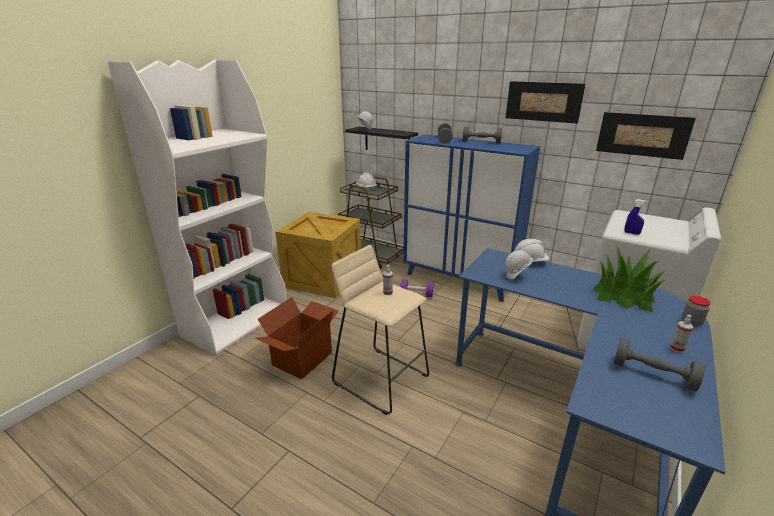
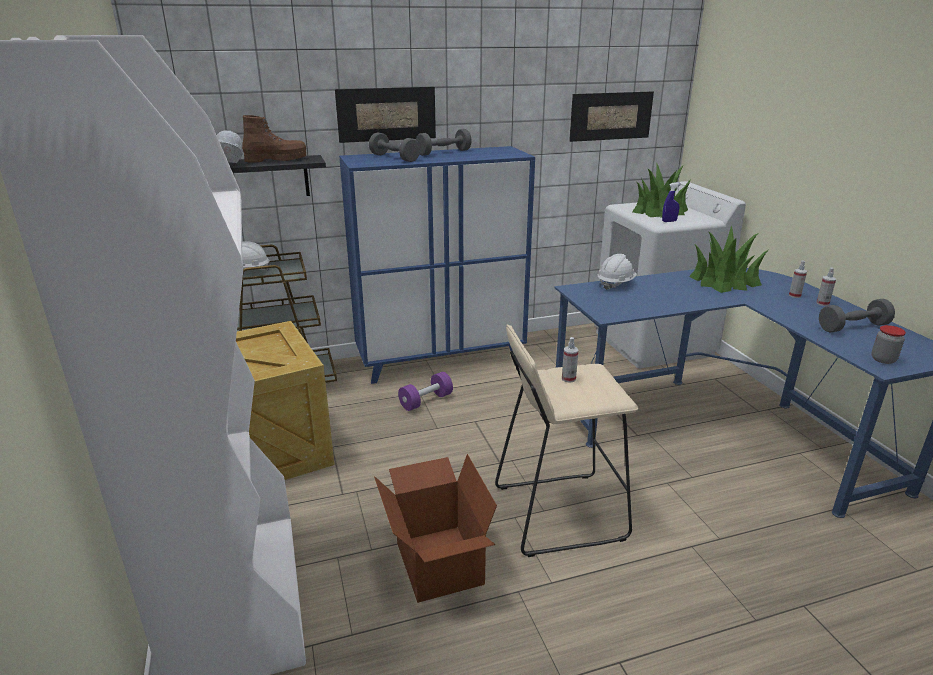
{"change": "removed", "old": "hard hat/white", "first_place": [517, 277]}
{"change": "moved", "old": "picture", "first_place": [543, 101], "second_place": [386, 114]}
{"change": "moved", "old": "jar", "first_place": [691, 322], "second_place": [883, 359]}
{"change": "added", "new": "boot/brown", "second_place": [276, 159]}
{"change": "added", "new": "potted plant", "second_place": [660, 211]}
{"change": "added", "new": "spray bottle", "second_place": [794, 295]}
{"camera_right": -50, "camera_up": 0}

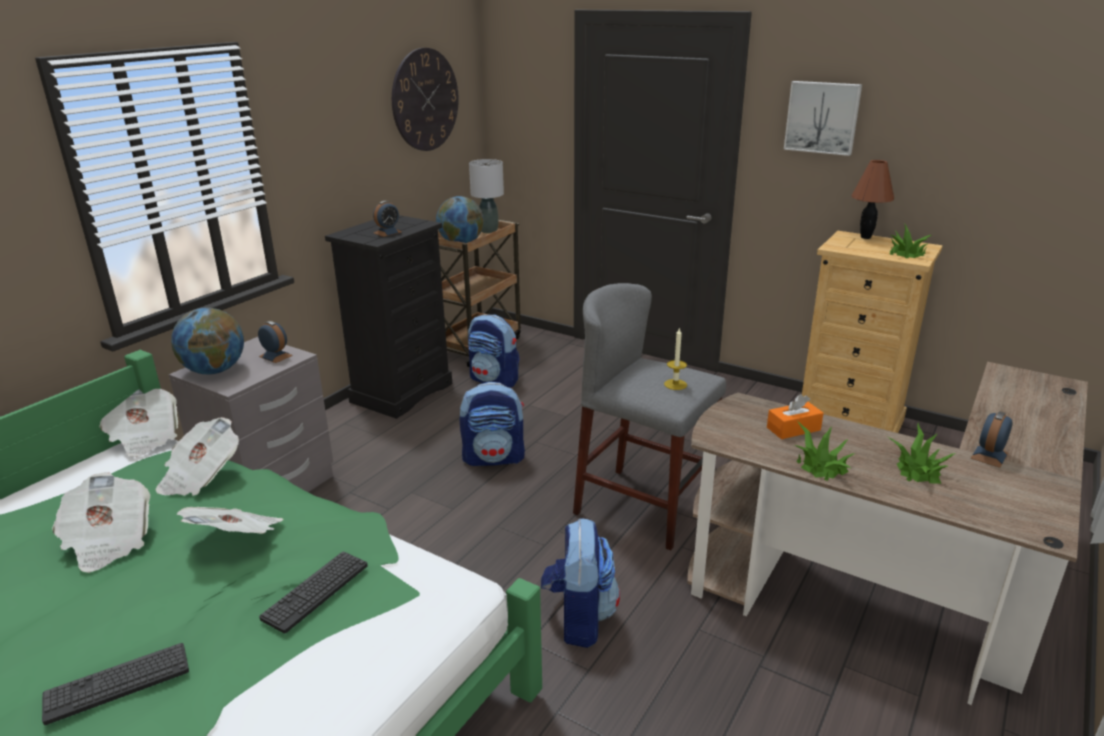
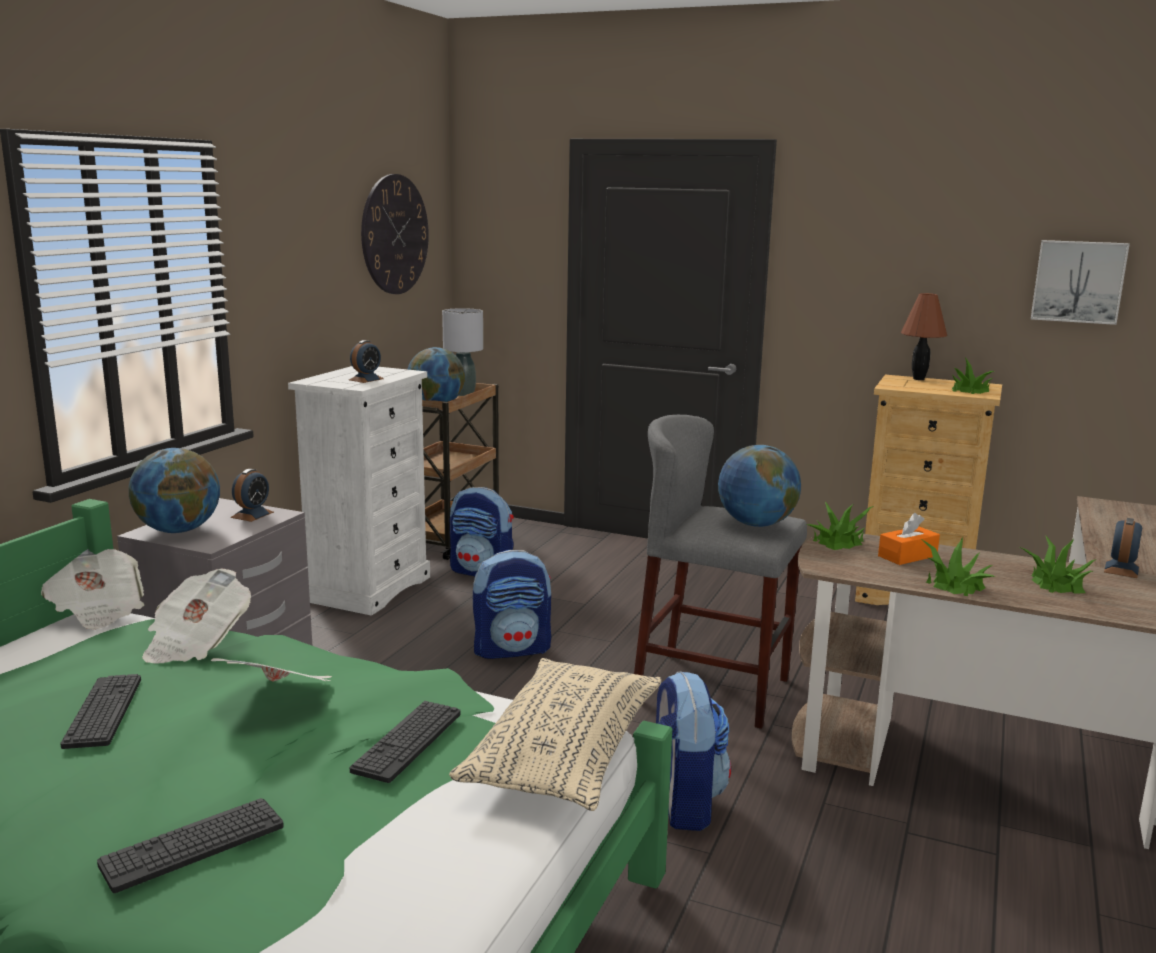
{"change": "replaced", "old": "newspaper", "new": "keyboard", "first_place": [108, 541], "second_place": [103, 711]}
{"change": "turned", "old": "alarm clock", "first_place": [276, 356], "second_place": [252, 515], "degrees": 90}
{"change": "recoloured", "old": "dresser/black", "new": "dresser/white", "first_place": [402, 392], "second_place": [368, 588]}
{"change": "replaced", "old": "candle", "new": "globe", "first_place": [675, 384], "second_place": [756, 524]}
{"change": "moved", "old": "picture", "first_place": [822, 117], "second_place": [1078, 281]}
{"change": "added", "new": "pillow/beige", "second_place": [564, 754]}
{"change": "added", "new": "potted plant", "second_place": [839, 541]}
{"camera_right": -10, "camera_up": -10}

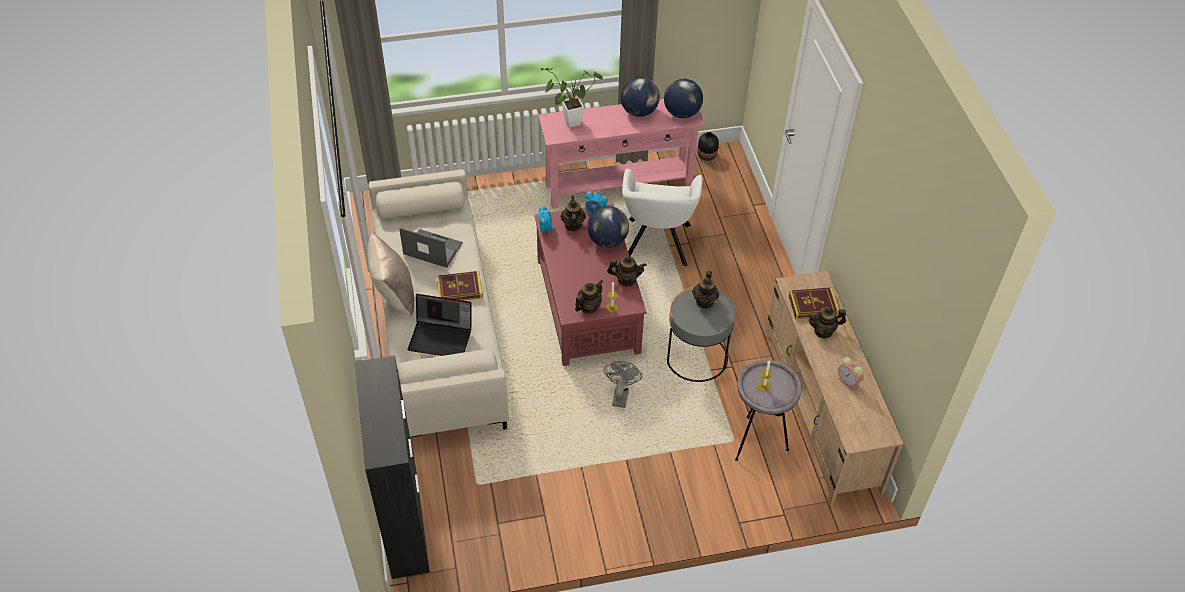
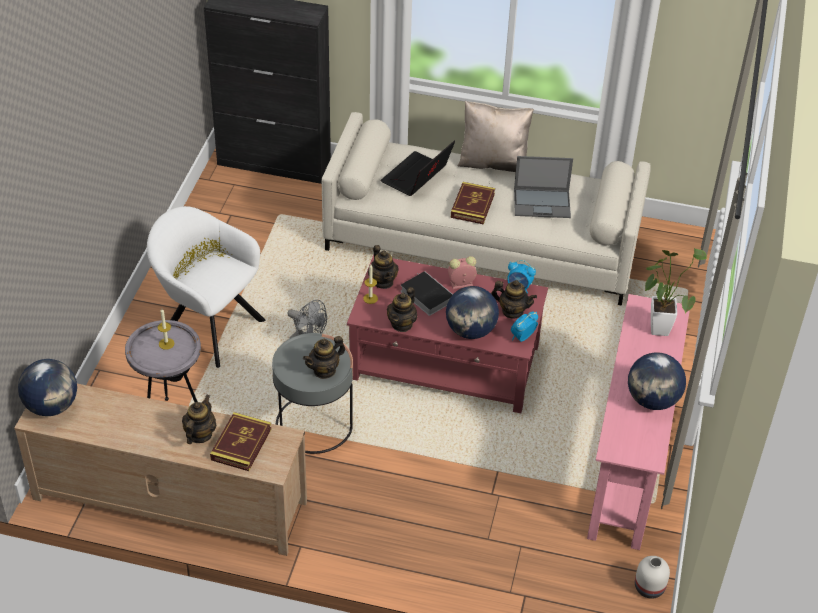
{"change": "turned", "old": "laptop", "first_place": [432, 248], "second_place": [542, 203], "degrees": 45}
{"change": "moved", "old": "armchair/white", "first_place": [656, 245], "second_place": [208, 327]}
{"change": "moved", "old": "globe", "first_place": [681, 113], "second_place": [52, 406]}
{"change": "turned", "old": "teapot", "first_place": [705, 301], "second_place": [324, 370], "degrees": -75}
{"change": "recoloured", "old": "vase/black", "new": "vase/white", "first_place": [707, 155], "second_place": [648, 588]}
{"change": "moved", "old": "alarm clock", "first_place": [849, 382], "second_place": [460, 284]}
{"change": "added", "new": "book", "second_place": [425, 295]}
{"camera_right": 115, "camera_up": -5}

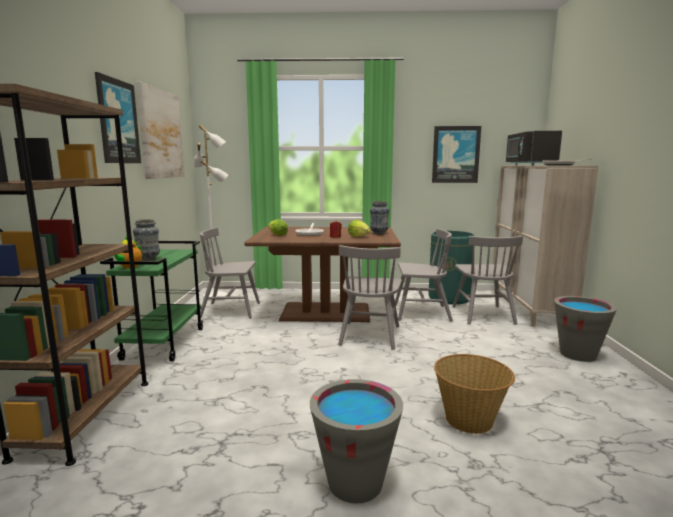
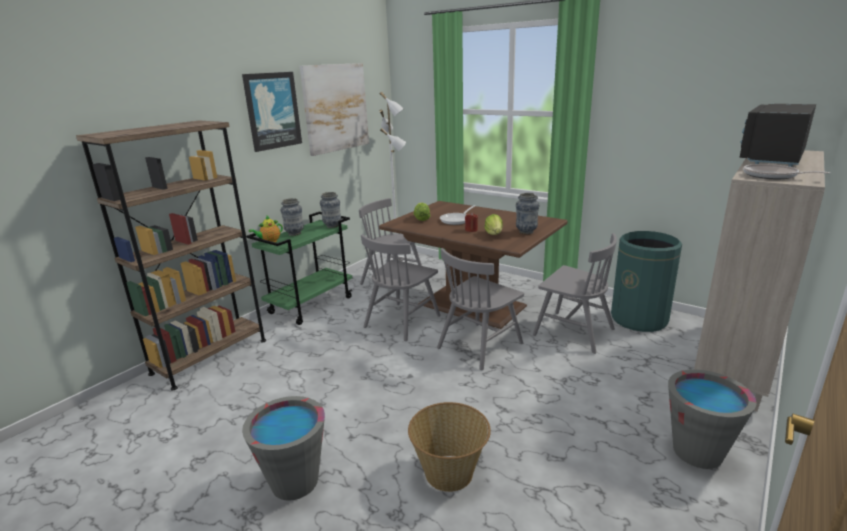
{"change": "removed", "old": "picture", "first_place": [455, 154]}
{"change": "moved", "old": "chair/grey", "first_place": [483, 315], "second_place": [402, 321]}
{"change": "added", "new": "vase", "second_place": [332, 226]}
{"camera_right": 35, "camera_up": 10}

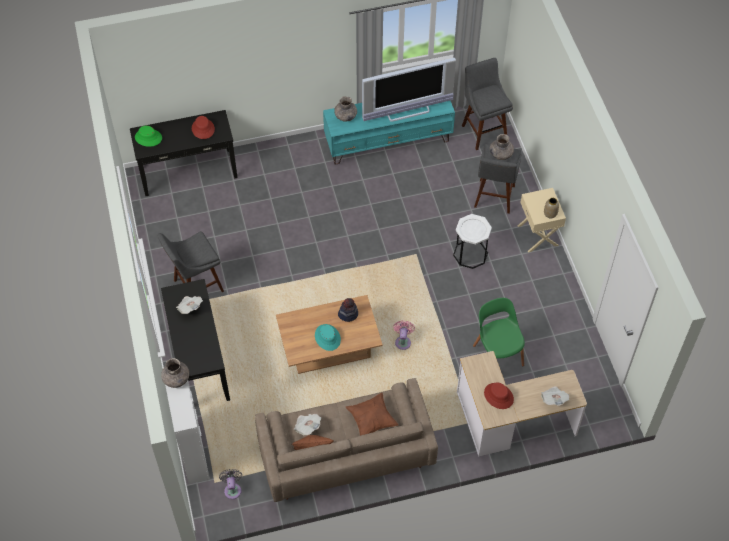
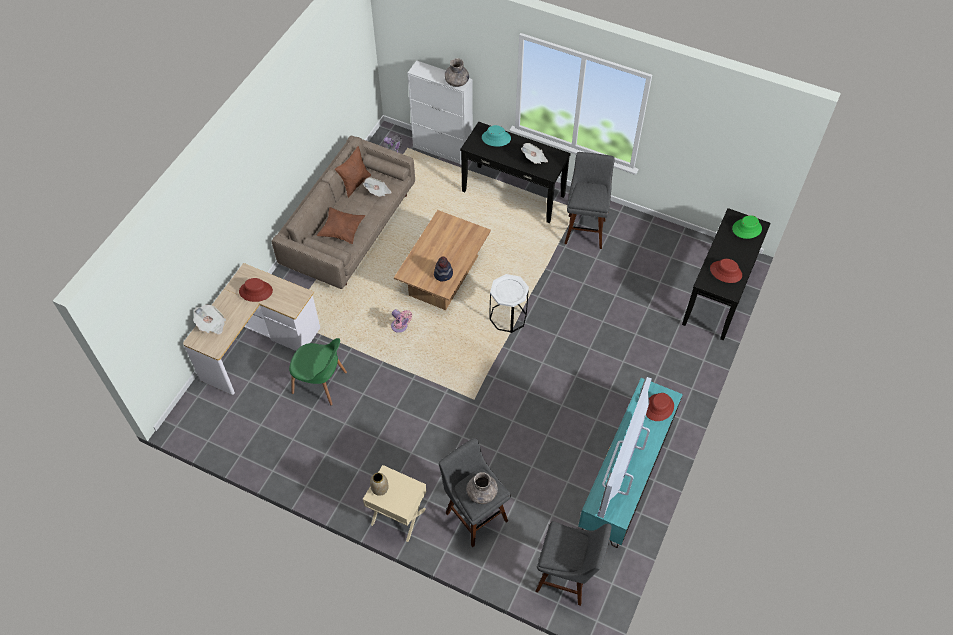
{"change": "moved", "old": "hat/turquoise", "first_place": [327, 337], "second_place": [496, 138]}
{"change": "replaced", "old": "vase/grey", "new": "hat/red", "first_place": [345, 116], "second_place": [658, 407]}
{"change": "moved", "old": "side table/white", "first_place": [470, 254], "second_place": [508, 317]}
{"camera_right": 130, "camera_up": 0}

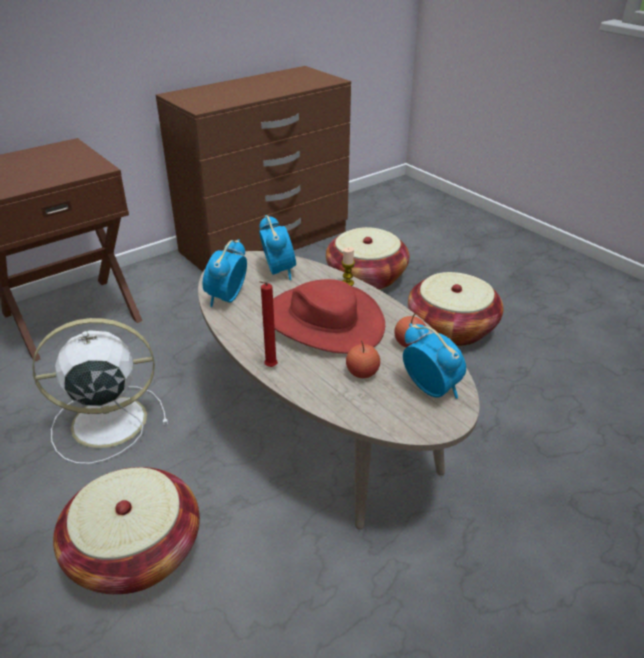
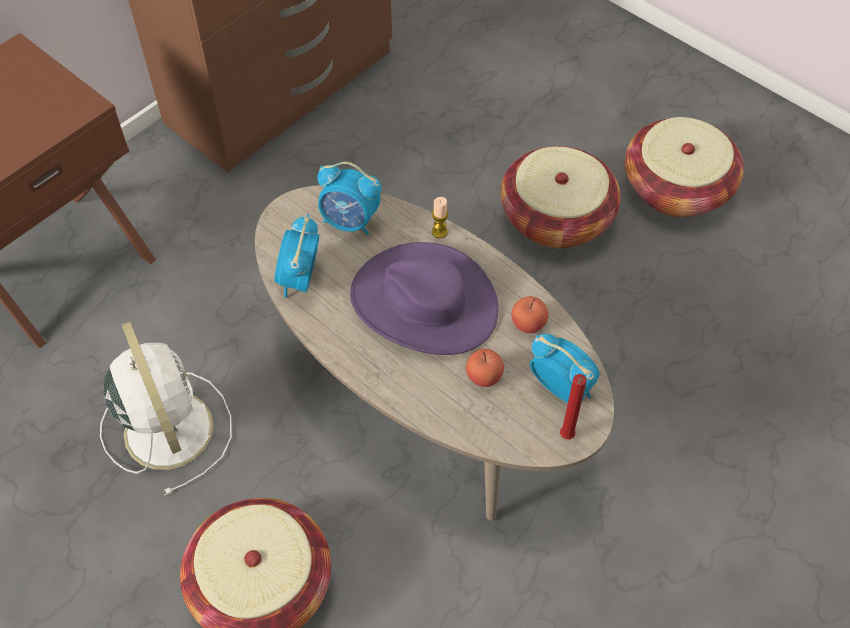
{"change": "turned", "old": "fan/white", "first_place": [105, 422], "second_place": [167, 426], "degrees": 90}
{"change": "turned", "old": "alarm clock", "first_place": [278, 271], "second_place": [350, 222], "degrees": 135}
{"change": "moved", "old": "candle/red", "first_place": [269, 368], "second_place": [566, 438]}
{"change": "recoloured", "old": "hat/red", "new": "hat/purple", "first_place": [323, 321], "second_place": [424, 302]}
{"change": "moved", "old": "basket", "first_place": [366, 277], "second_place": [676, 188]}
{"camera_right": -10, "camera_up": 20}

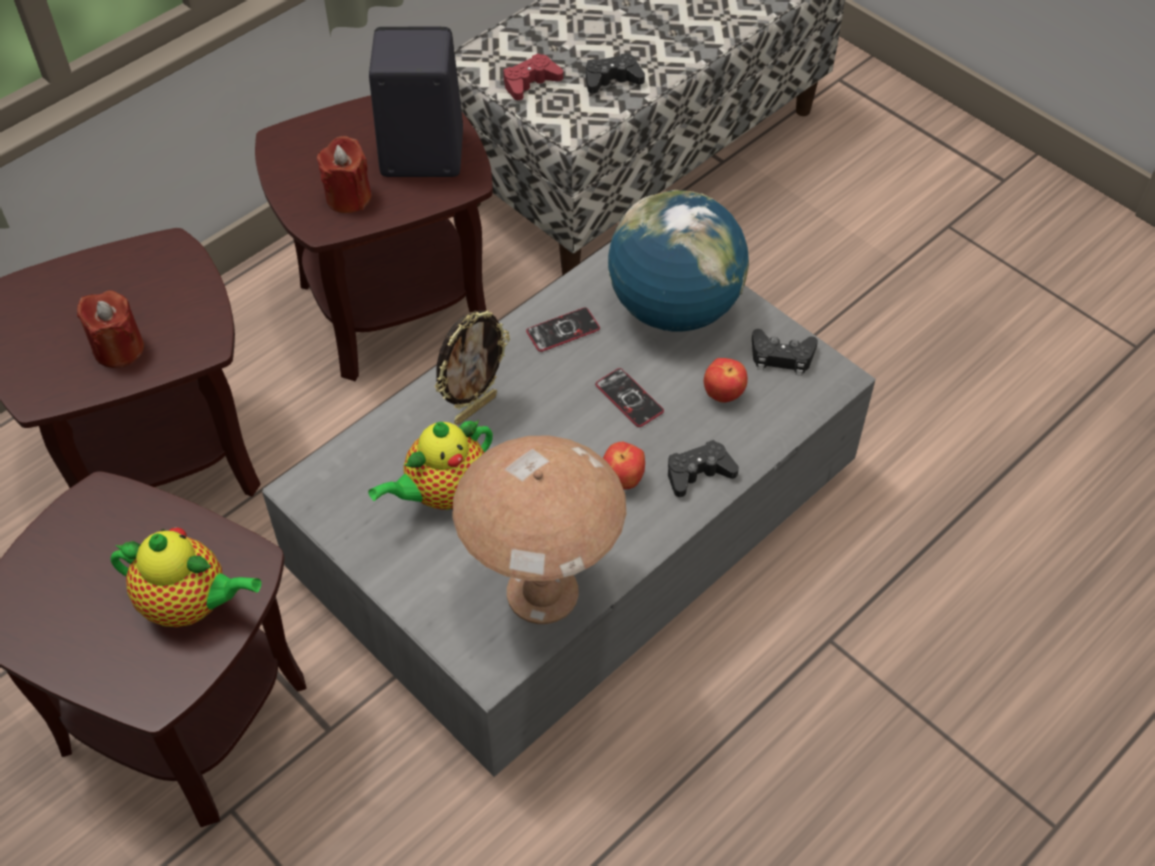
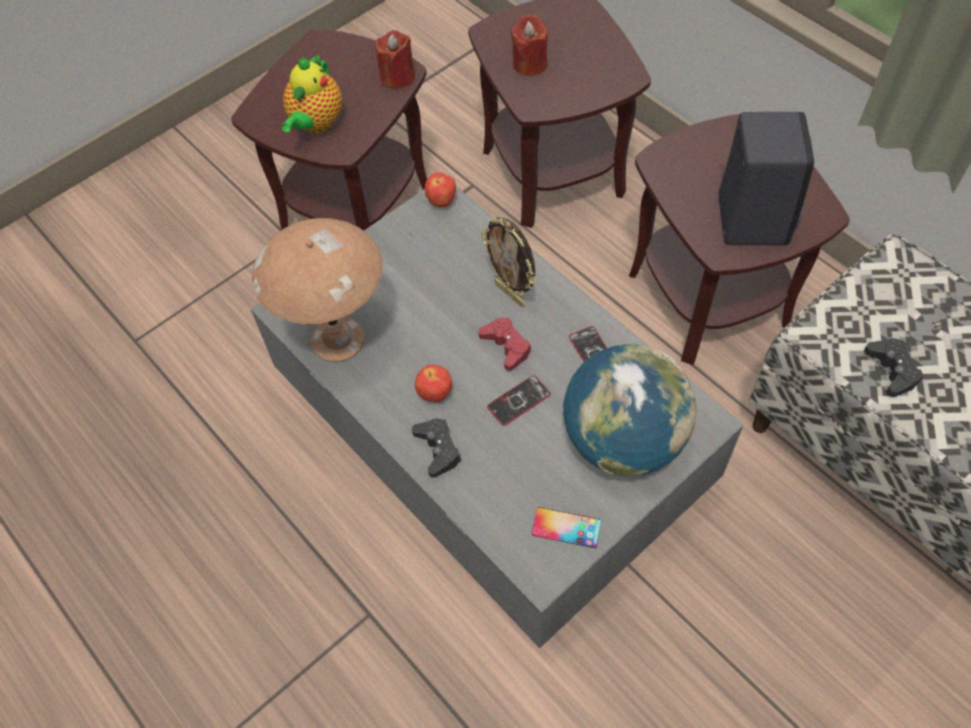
{"change": "moved", "old": "candle/red", "first_place": [348, 197], "second_place": [397, 77]}
{"change": "removed", "old": "teapot", "first_place": [442, 493]}
{"change": "moved", "old": "game controller/red", "first_place": [530, 83], "second_place": [506, 346]}
{"change": "moved", "old": "apple", "first_place": [723, 395], "second_place": [442, 202]}
{"change": "replaced", "old": "game controller/black", "new": "phone", "first_place": [781, 357], "second_place": [566, 527]}
{"camera_right": 95, "camera_up": 5}

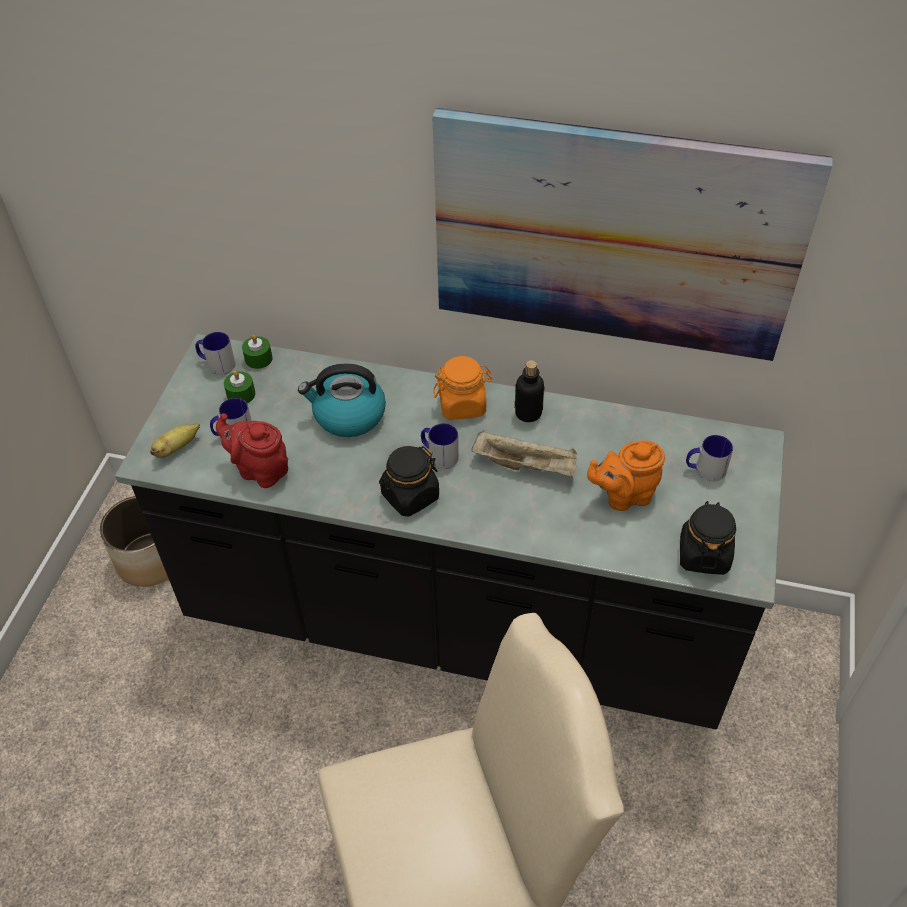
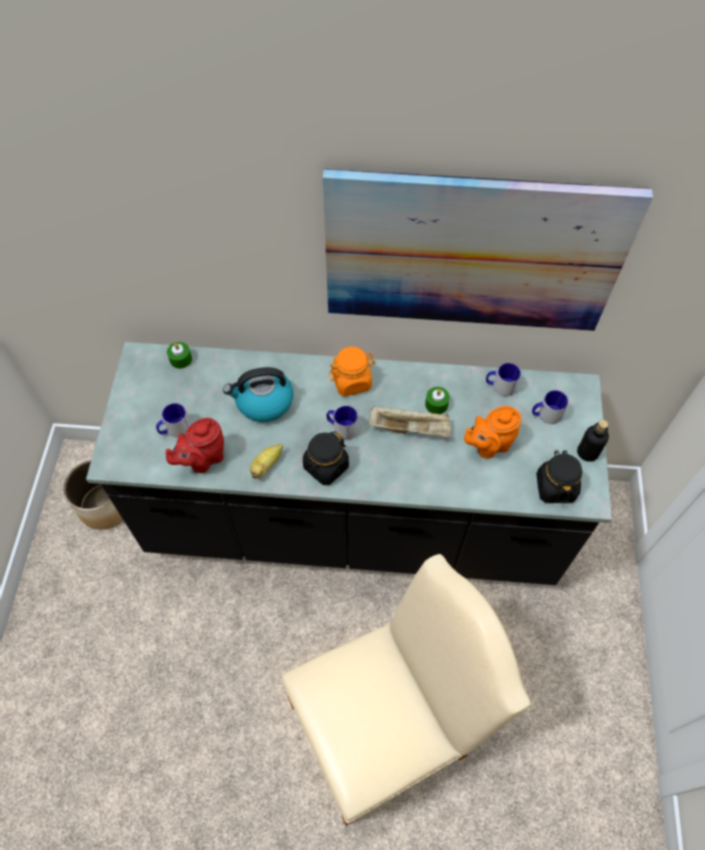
{"change": "moved", "old": "banana", "first_place": [177, 448], "second_place": [266, 465]}
{"change": "moved", "old": "mug", "first_place": [216, 364], "second_place": [500, 386]}
{"change": "turned", "old": "teapot/red", "first_place": [260, 470], "second_place": [203, 459], "degrees": -60}
{"change": "moved", "old": "candle/green", "first_place": [241, 394], "second_place": [436, 404]}
{"change": "moved", "old": "bottle", "first_place": [528, 413], "second_place": [587, 452]}
{"camera_right": -10, "camera_up": 10}

